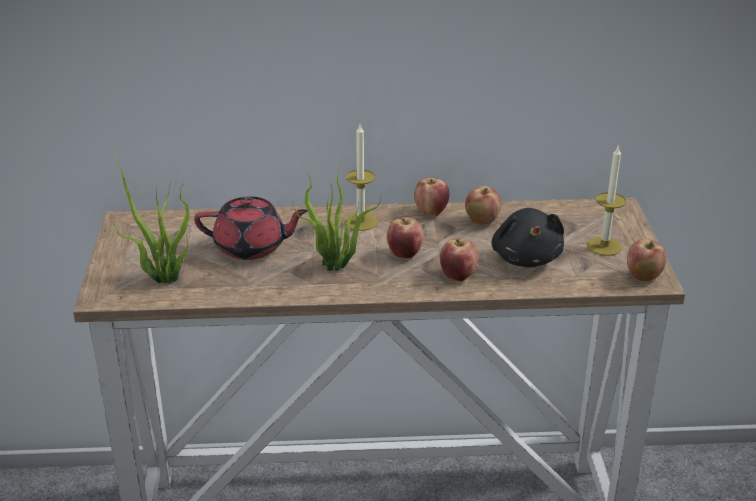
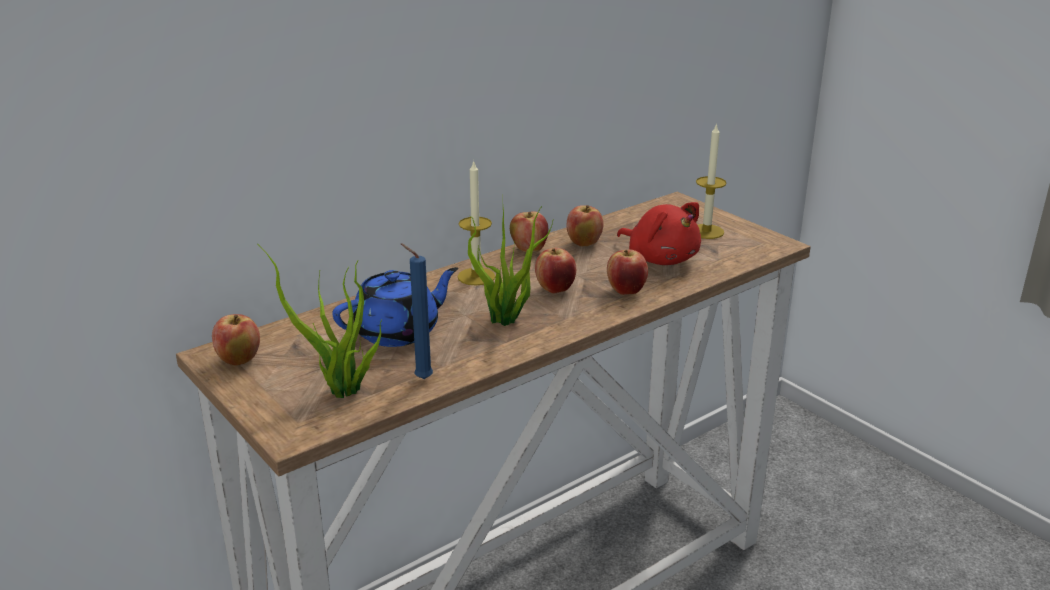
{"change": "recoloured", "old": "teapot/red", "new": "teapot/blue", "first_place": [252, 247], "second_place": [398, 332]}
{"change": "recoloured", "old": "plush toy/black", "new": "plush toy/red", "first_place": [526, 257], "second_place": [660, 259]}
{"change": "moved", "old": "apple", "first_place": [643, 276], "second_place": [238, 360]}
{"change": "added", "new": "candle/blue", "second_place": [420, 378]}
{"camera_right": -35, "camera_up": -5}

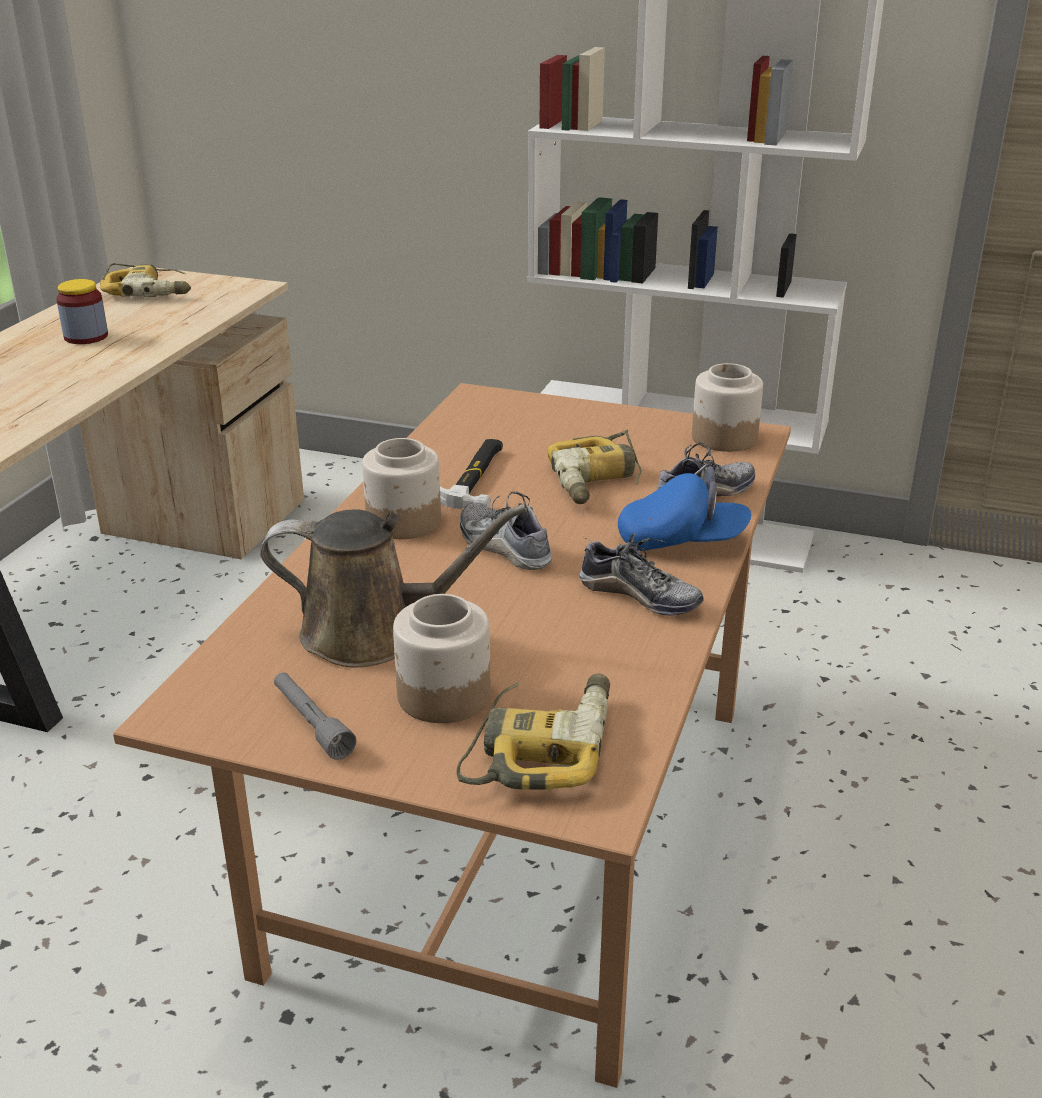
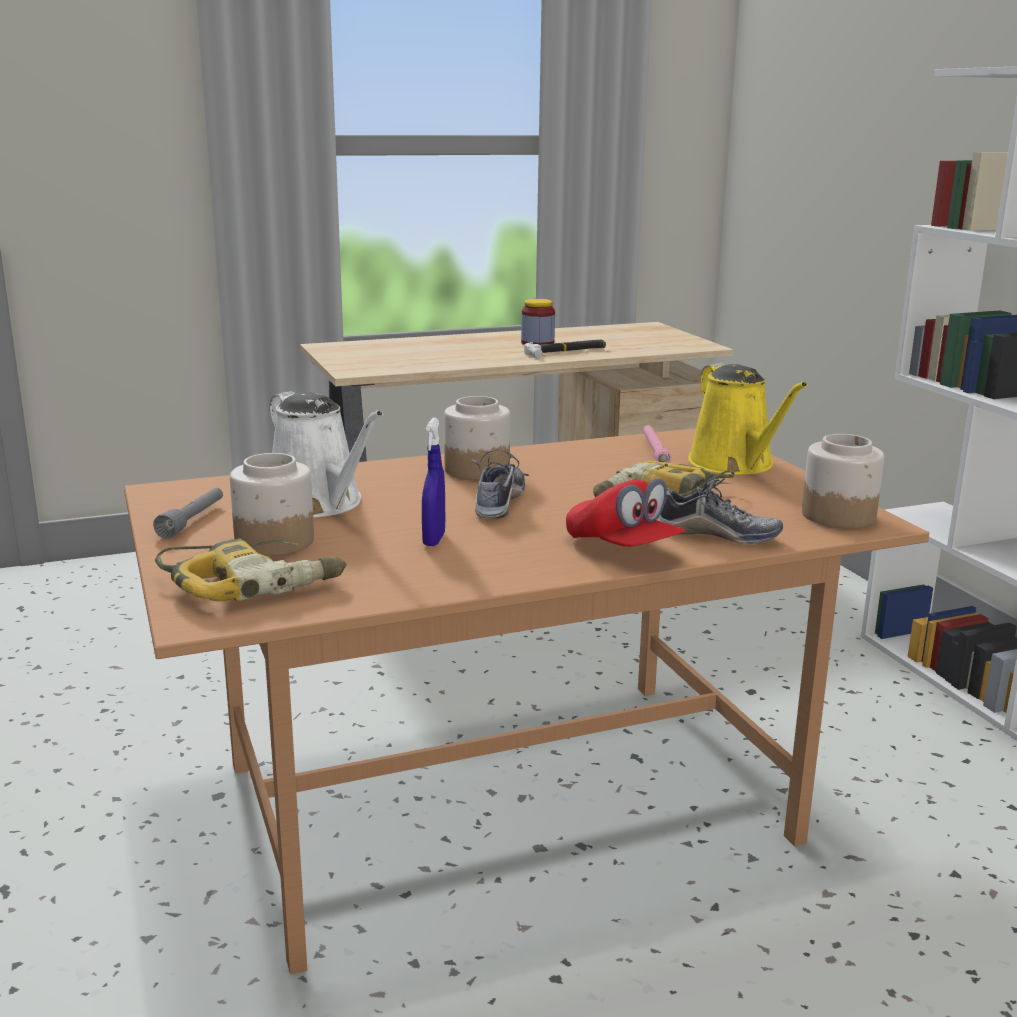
{"change": "removed", "old": "power drill", "first_place": [148, 291]}
{"change": "recoloured", "old": "watering can/brown", "new": "watering can/white", "first_place": [373, 634], "second_place": [319, 504]}
{"change": "moved", "old": "hammer", "first_place": [477, 478], "second_place": [565, 351]}
{"change": "removed", "old": "shoe", "first_place": [640, 596]}
{"change": "recoloured", "old": "cap/blue", "new": "cap/red", "first_place": [682, 541], "second_place": [623, 548]}
{"change": "added", "new": "spray bottle/blue", "second_place": [434, 540]}
{"change": "added", "new": "flashlight/pink", "second_place": [654, 450]}
{"change": "added", "new": "watering can/yellow", "second_place": [735, 465]}
{"camera_right": 50, "camera_up": -10}

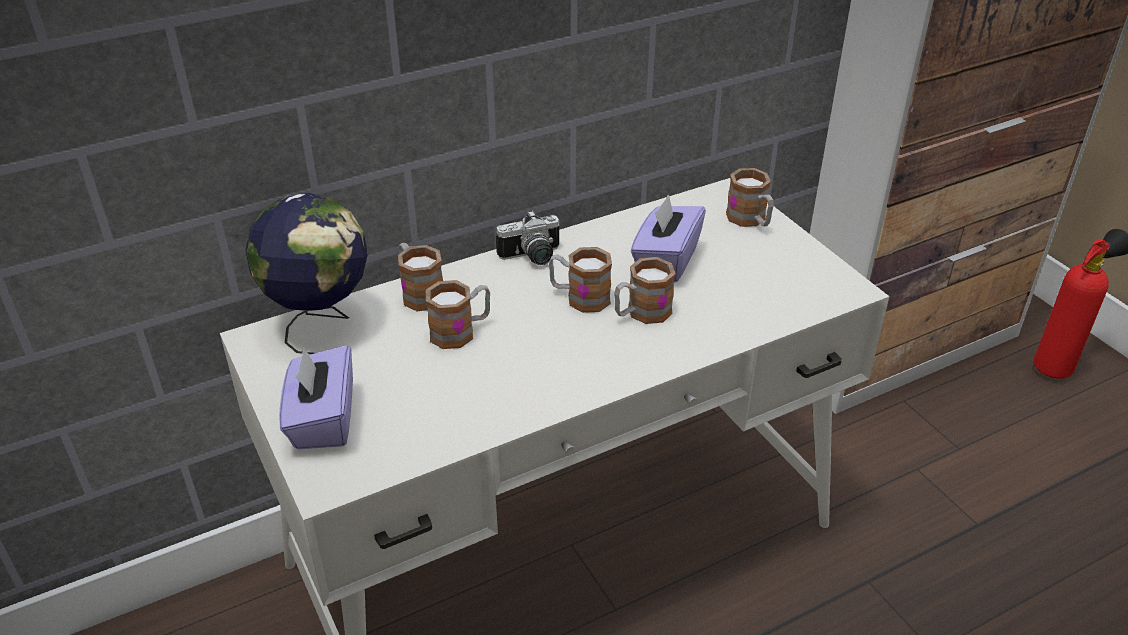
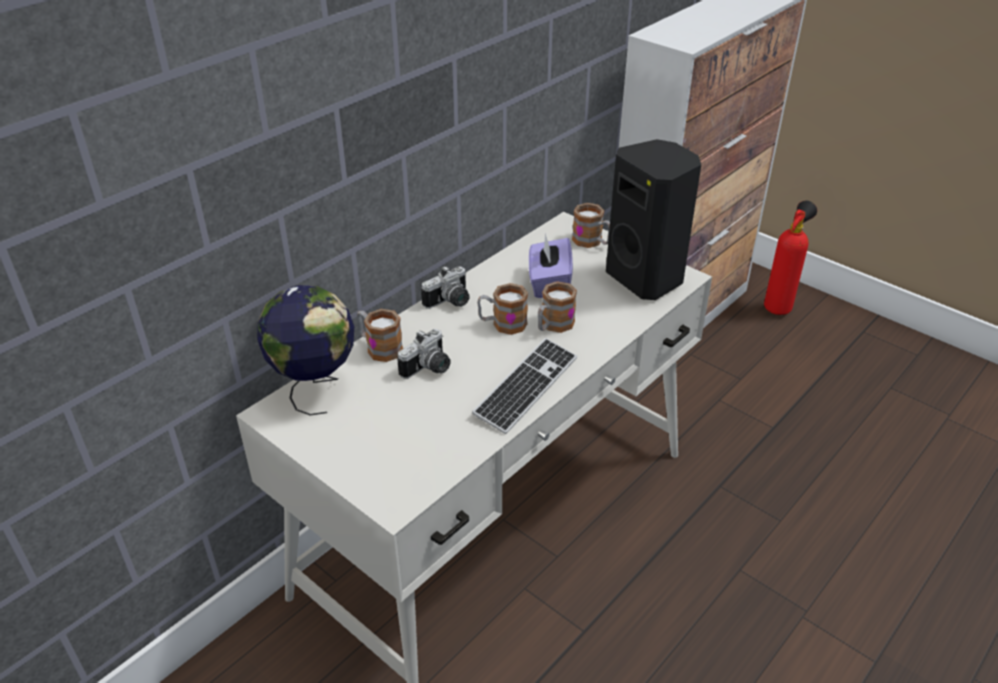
{"change": "removed", "old": "tissue box/purple", "first_place": [322, 420]}
{"change": "replaced", "old": "mug", "new": "photo camera", "first_place": [461, 331], "second_place": [429, 369]}
{"change": "added", "new": "keyboard", "second_place": [526, 387]}
{"change": "added", "new": "speaker/black", "second_place": [646, 278]}
{"camera_right": -20, "camera_up": 0}

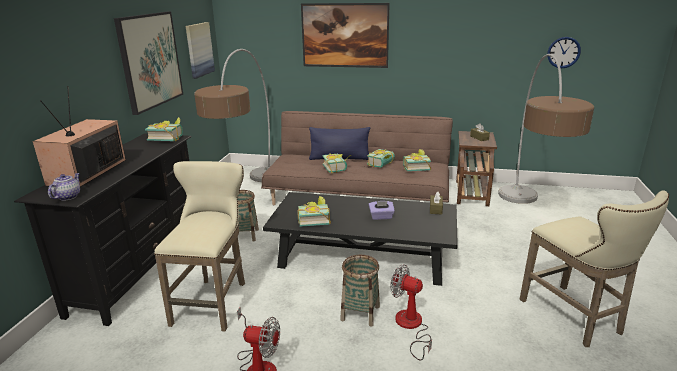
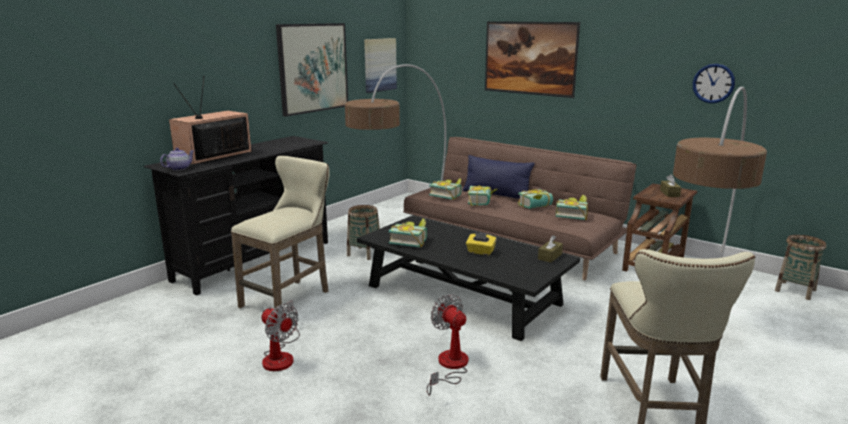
{"change": "moved", "old": "book", "first_place": [167, 138], "second_place": [447, 195]}
{"change": "moved", "old": "basket", "first_place": [360, 313], "second_place": [795, 290]}
{"change": "recoloured", "old": "tissue box/purple", "new": "tissue box/yellow", "first_place": [381, 217], "second_place": [480, 252]}
{"change": "moved", "old": "wall clock", "first_place": [563, 52], "second_place": [713, 83]}
{"camera_right": 25, "camera_up": -5}

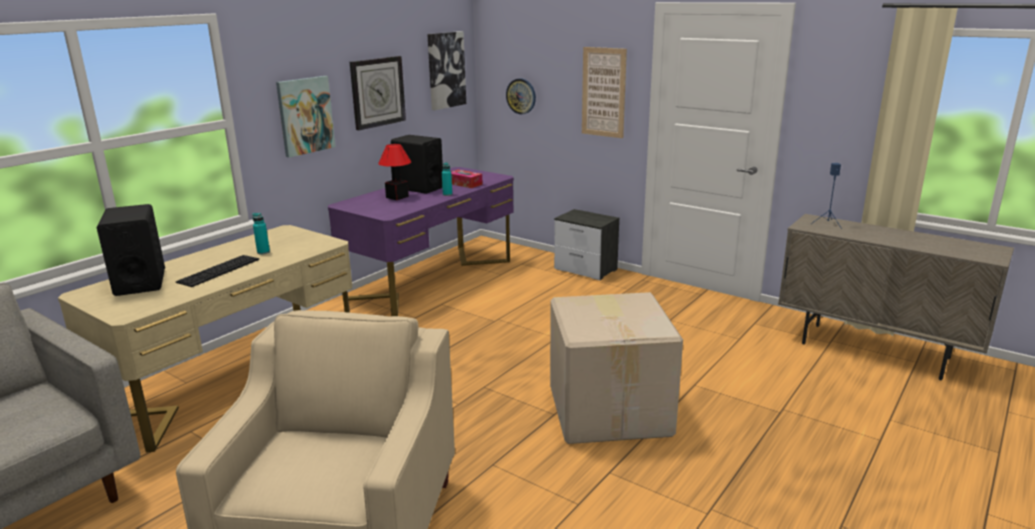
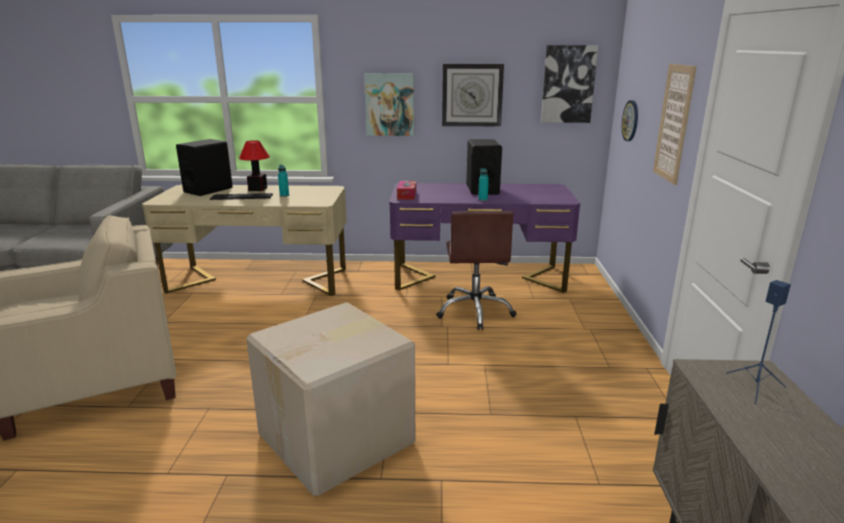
{"change": "moved", "old": "table lamp", "first_place": [397, 197], "second_place": [257, 189]}
{"change": "moved", "old": "tissue box", "first_place": [464, 184], "second_place": [407, 195]}
{"change": "removed", "old": "nightstand", "first_place": [586, 270]}
{"change": "added", "new": "office chair/brown", "second_place": [475, 311]}
{"camera_right": 55, "camera_up": 0}

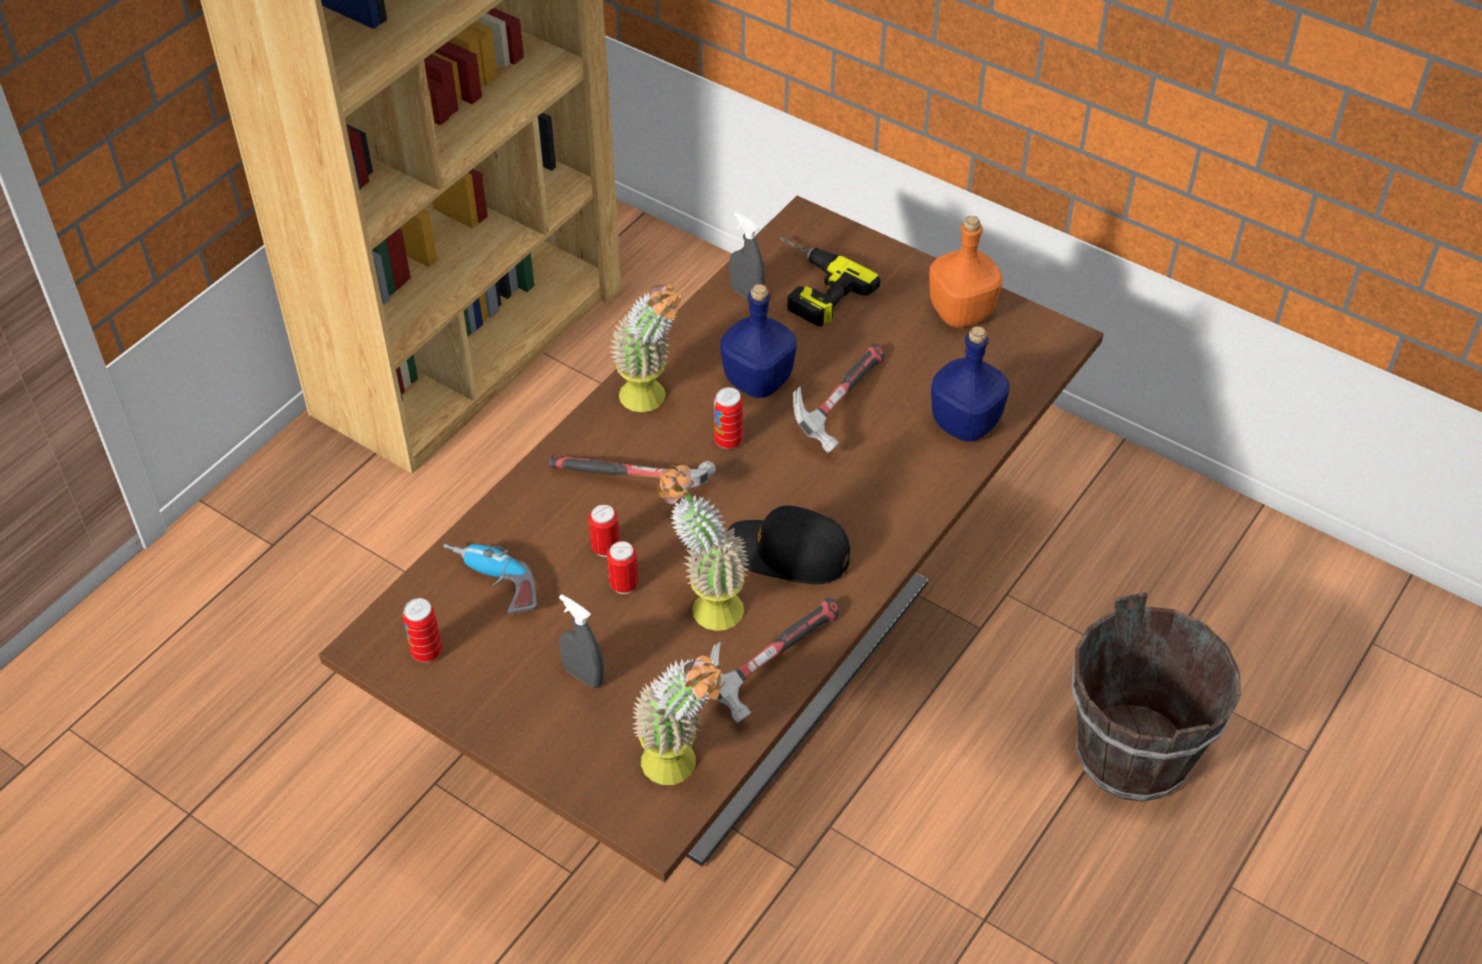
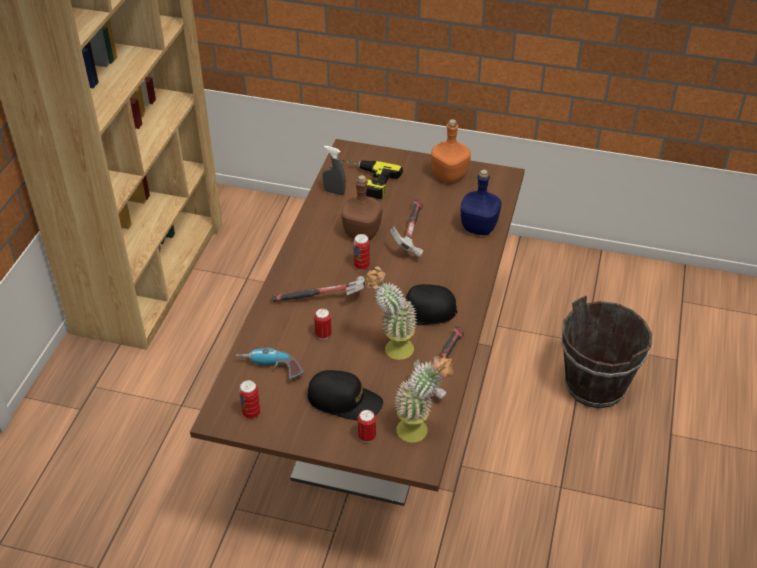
{"change": "replaced", "old": "spray bottle/grey", "new": "cap/black", "first_place": [583, 675], "second_place": [344, 400]}
{"change": "moved", "old": "can", "first_place": [624, 585], "second_place": [367, 436]}
{"change": "removed", "old": "potted plant", "first_place": [652, 401]}
{"change": "recoloured", "old": "bottle/blue", "new": "bottle/brown", "first_place": [757, 382], "second_place": [362, 233]}
{"camera_right": -20, "camera_up": -5}

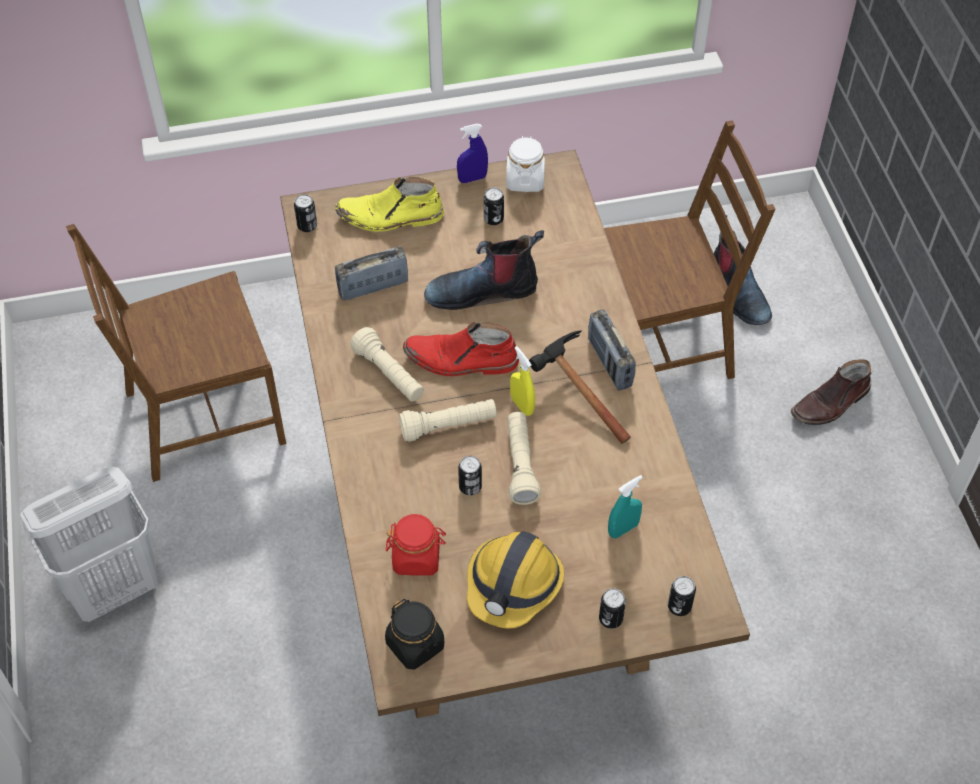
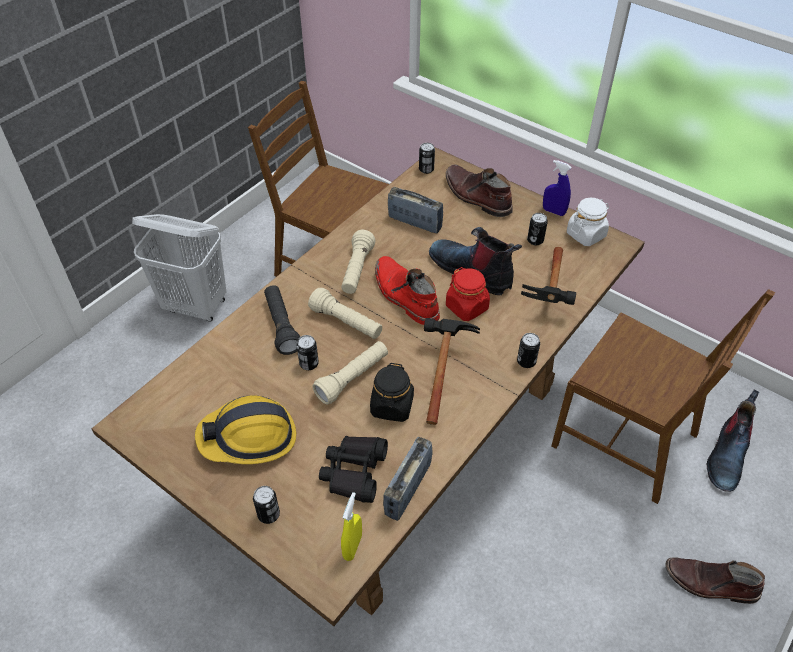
{"change": "recoloured", "old": "boot/yellow", "new": "boot/brown", "first_place": [390, 217], "second_place": [476, 197]}
{"change": "moved", "old": "jar/black", "first_place": [415, 645], "second_place": [392, 406]}
{"change": "moved", "old": "jar/red", "first_place": [417, 557], "second_place": [467, 307]}
{"change": "moved", "old": "spray bottle/yellow", "first_place": [522, 405], "second_place": [352, 546]}
{"change": "moved", "old": "radio", "first_place": [609, 363], "second_place": [407, 489]}
{"change": "replaced", "old": "spray bottle/turquoise", "new": "binoculars/black", "first_place": [623, 529], "second_place": [354, 472]}
{"change": "moved", "old": "can", "first_place": [679, 606], "second_place": [526, 361]}
{"change": "added", "new": "flashlight/black", "second_place": [281, 326]}
{"change": "added", "new": "hammer", "second_place": [551, 294]}
{"camera_right": 50, "camera_up": -5}

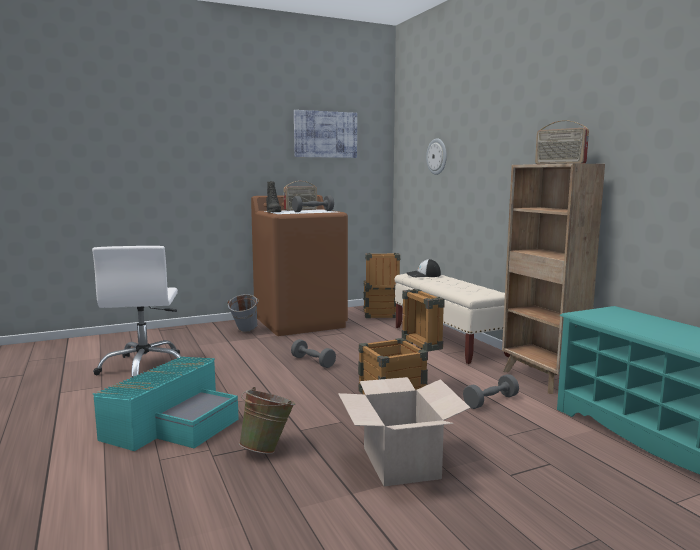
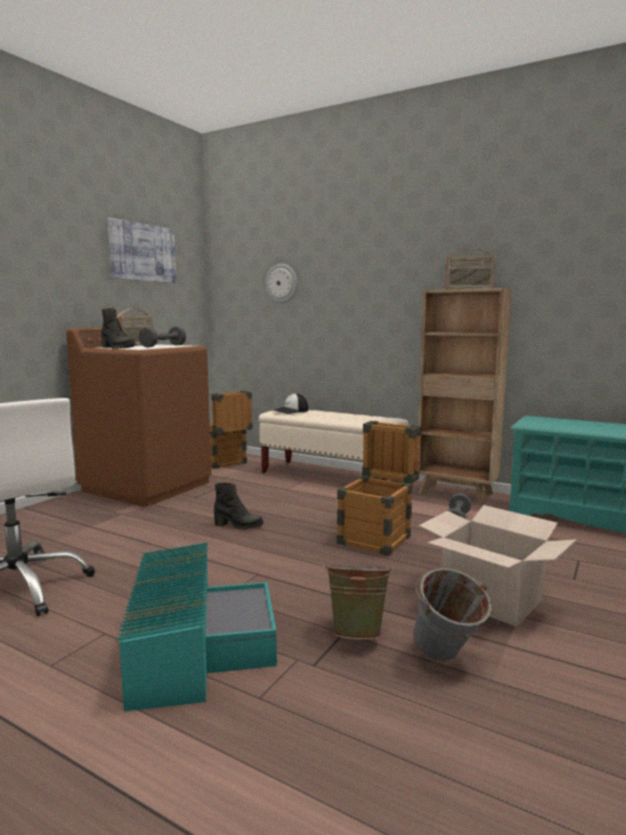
{"change": "moved", "old": "bucket/grey", "first_place": [244, 331], "second_place": [446, 659]}
{"change": "replaced", "old": "dumbbell/grey", "new": "boot/black", "first_place": [313, 362], "second_place": [238, 526]}
{"camera_right": -35, "camera_up": 0}

